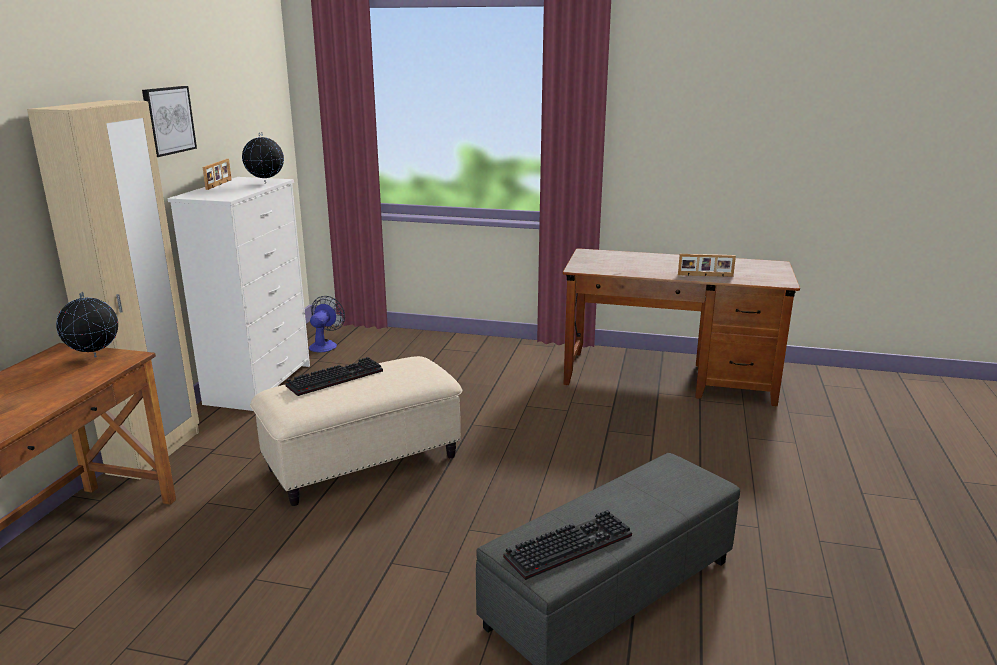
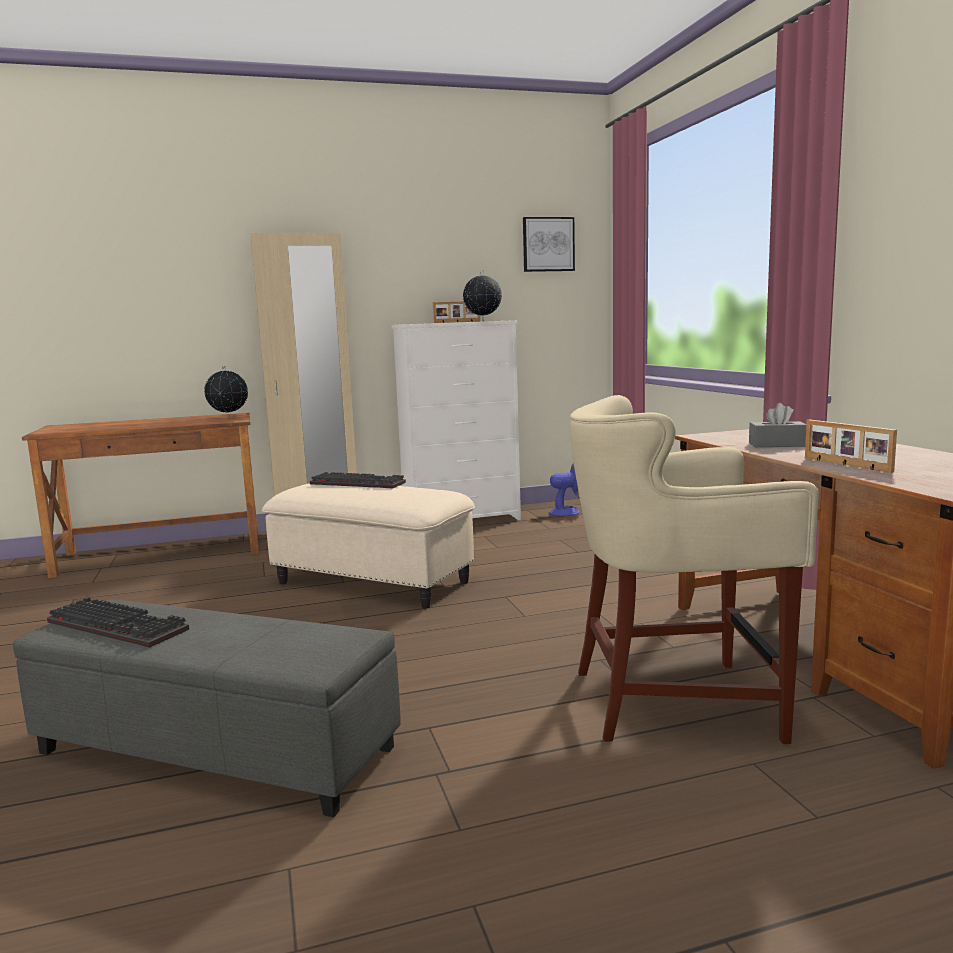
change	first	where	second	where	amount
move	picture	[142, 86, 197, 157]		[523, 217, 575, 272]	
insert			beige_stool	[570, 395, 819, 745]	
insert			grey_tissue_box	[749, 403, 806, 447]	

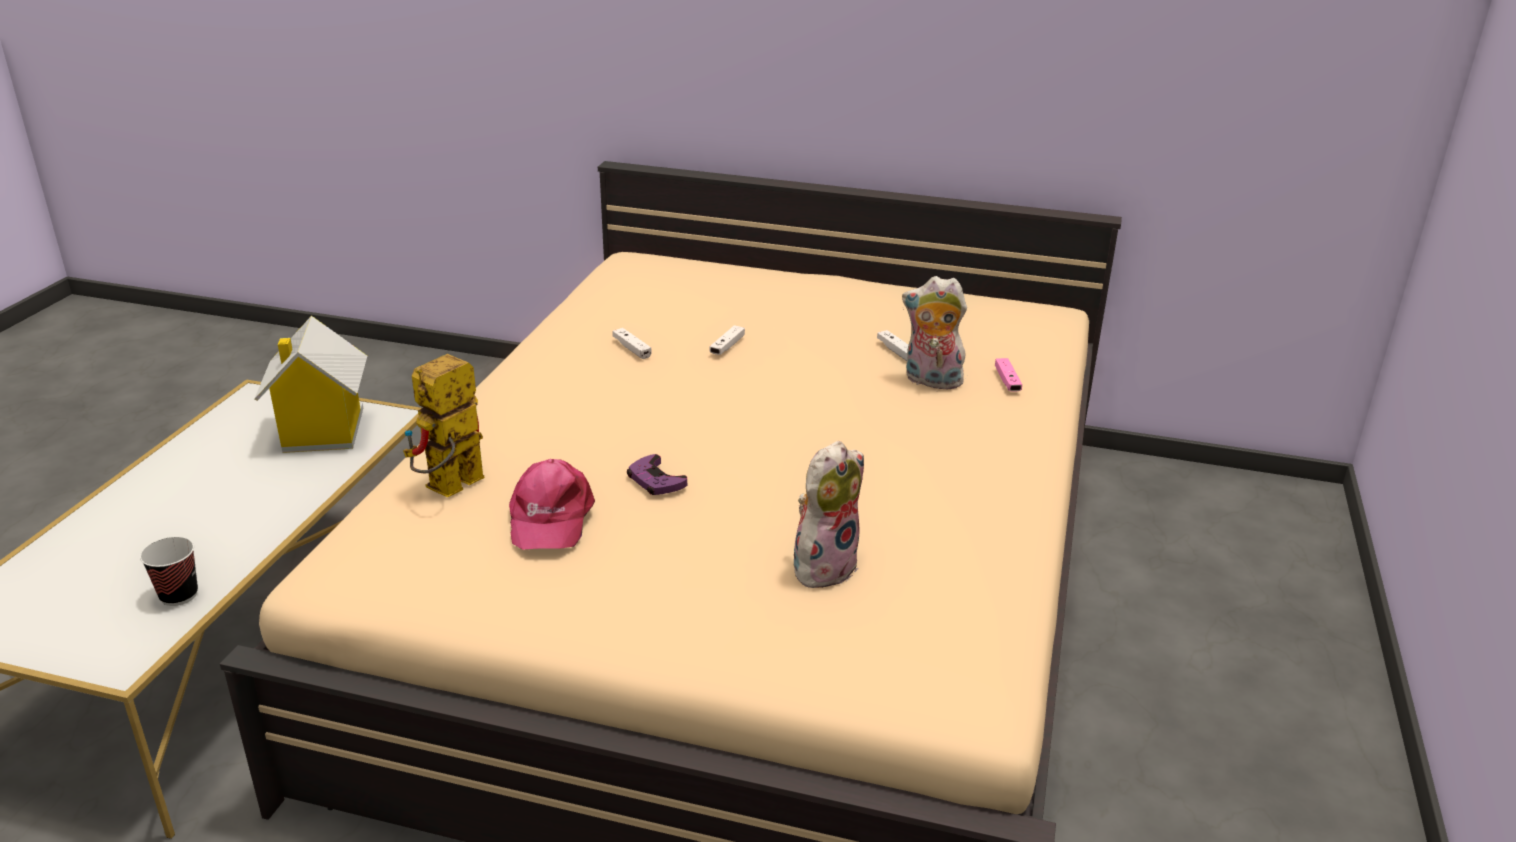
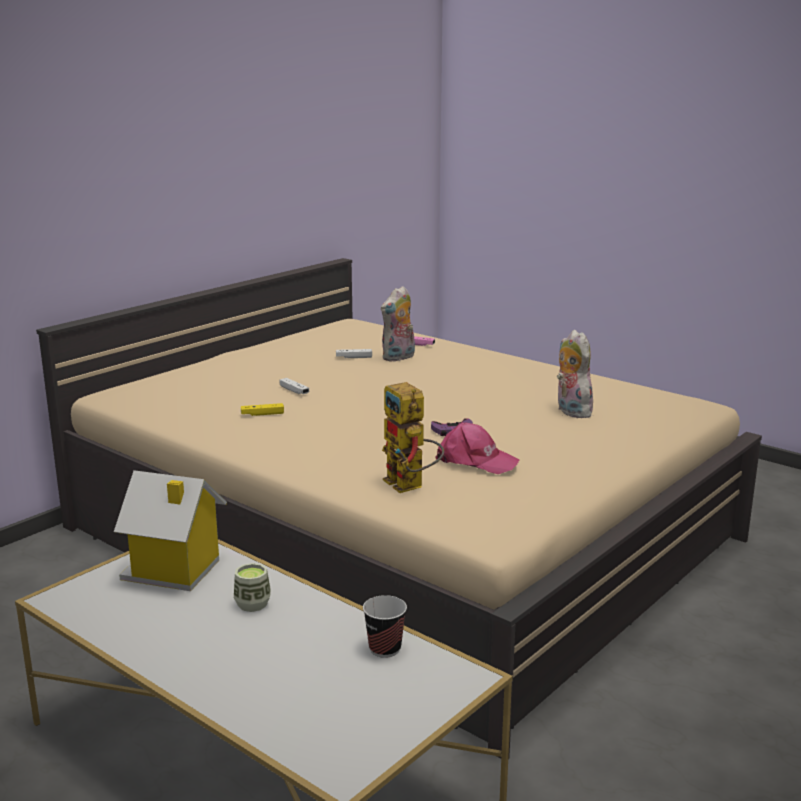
change	first	where	second	where	amount
recolor	white_game_controller	[613, 328, 651, 359]	yellow_game_controller	[241, 403, 284, 416]	
insert			cup	[234, 563, 271, 612]	

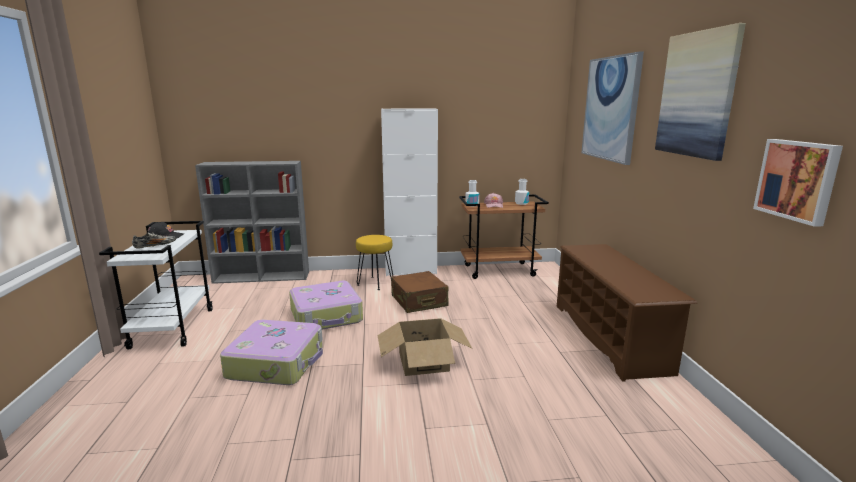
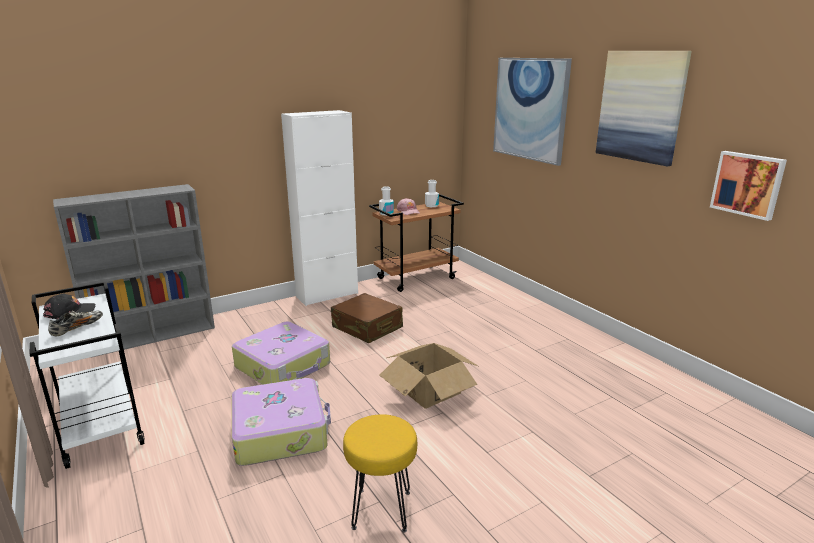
change	first	where	second	where	amount
move	yellow_stool	[356, 235, 393, 290]		[343, 414, 417, 533]	
delete	brown_shoe_rack	[557, 244, 697, 382]			

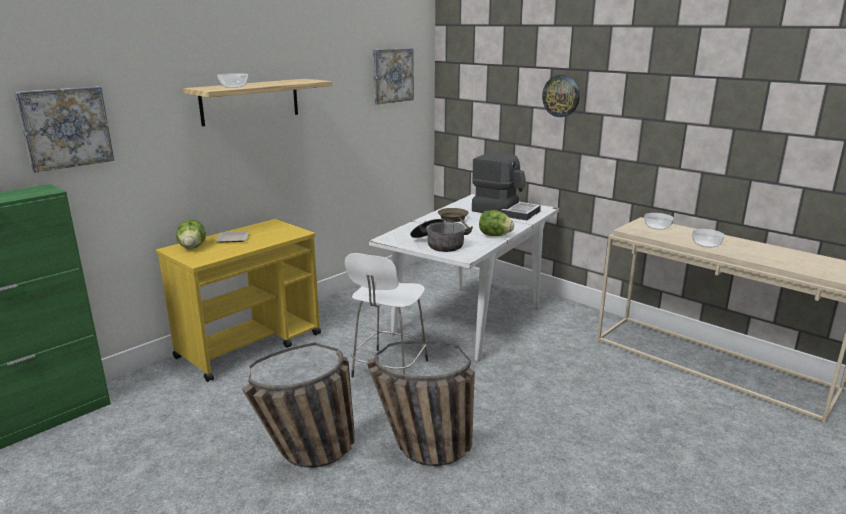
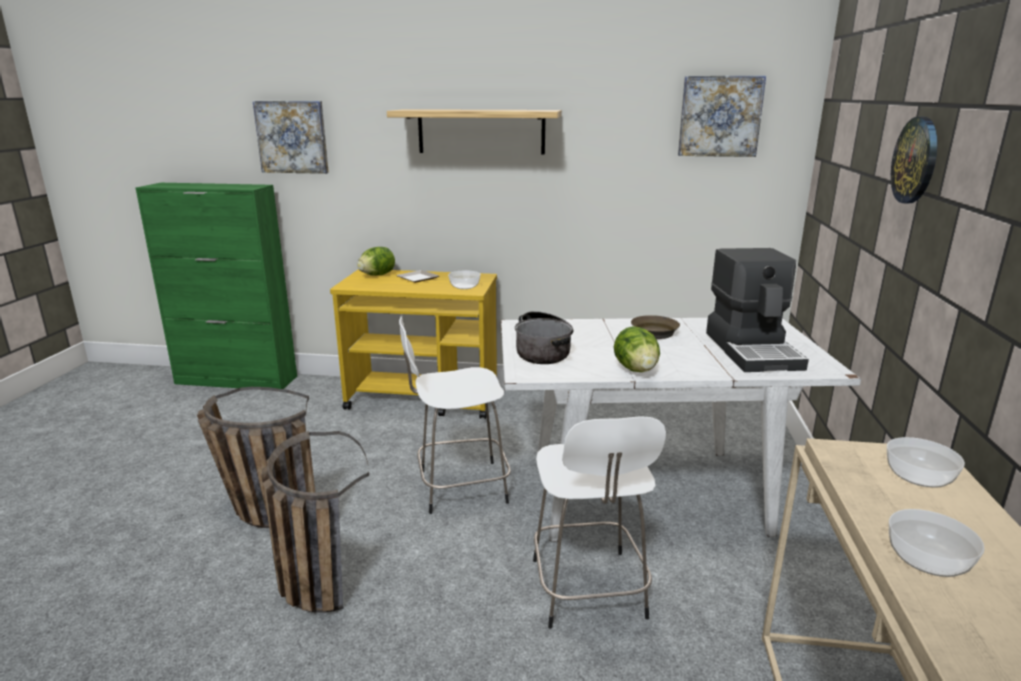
change	first	where	second	where	amount
move	bowl	[217, 73, 248, 88]		[448, 270, 481, 289]	
insert			white_stool	[533, 416, 666, 629]	

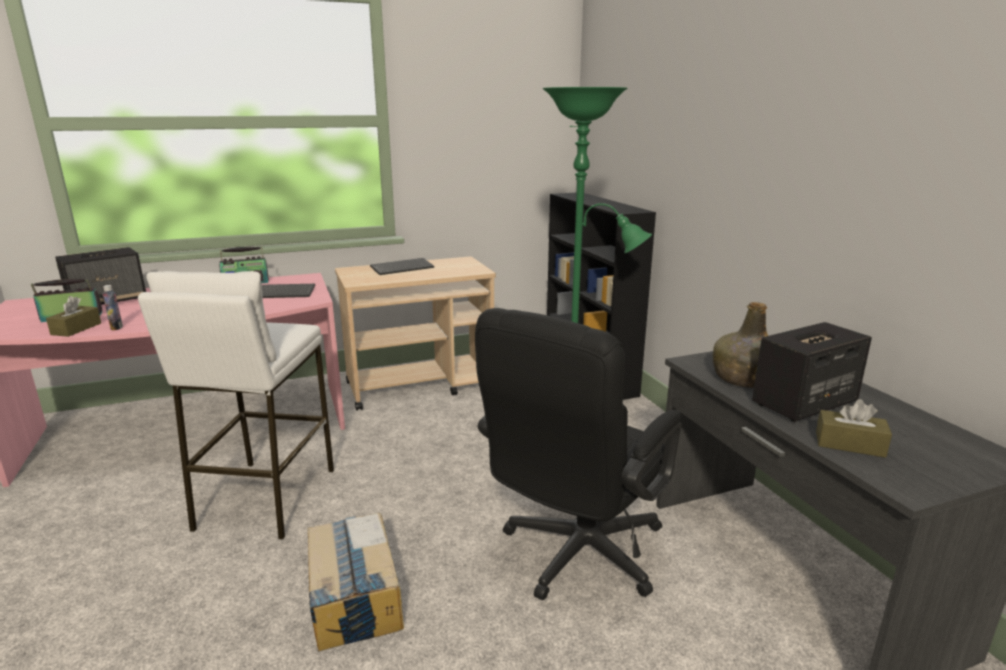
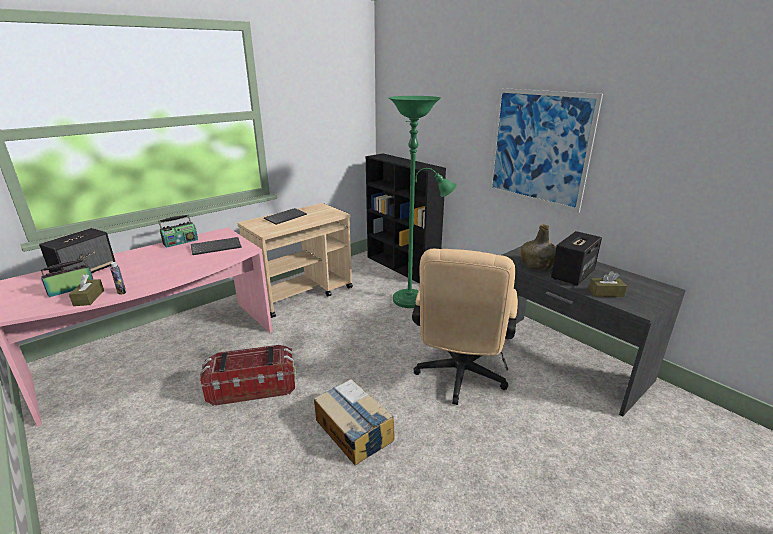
change	first	where	second	where	amount
replace	white_stool	[138, 271, 334, 540]	storage_box	[200, 345, 296, 406]	
recolor	black_office_chair	[475, 308, 682, 600]	beige_office_chair	[412, 249, 518, 405]	
insert			picture	[489, 88, 603, 213]	

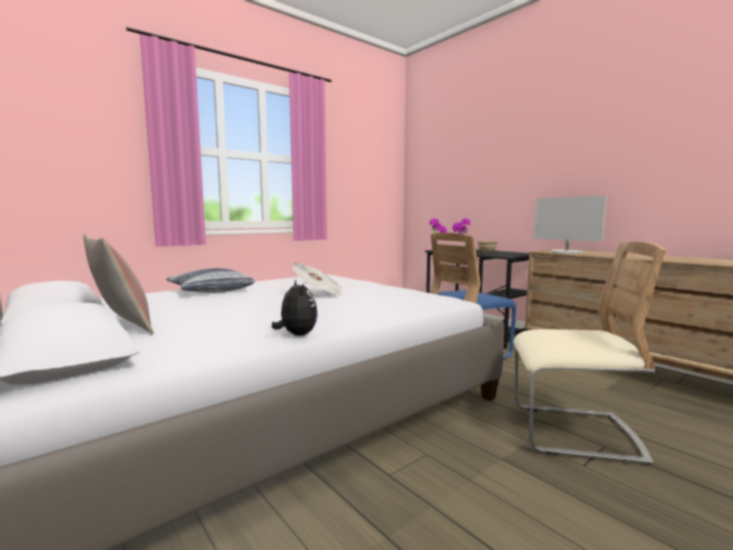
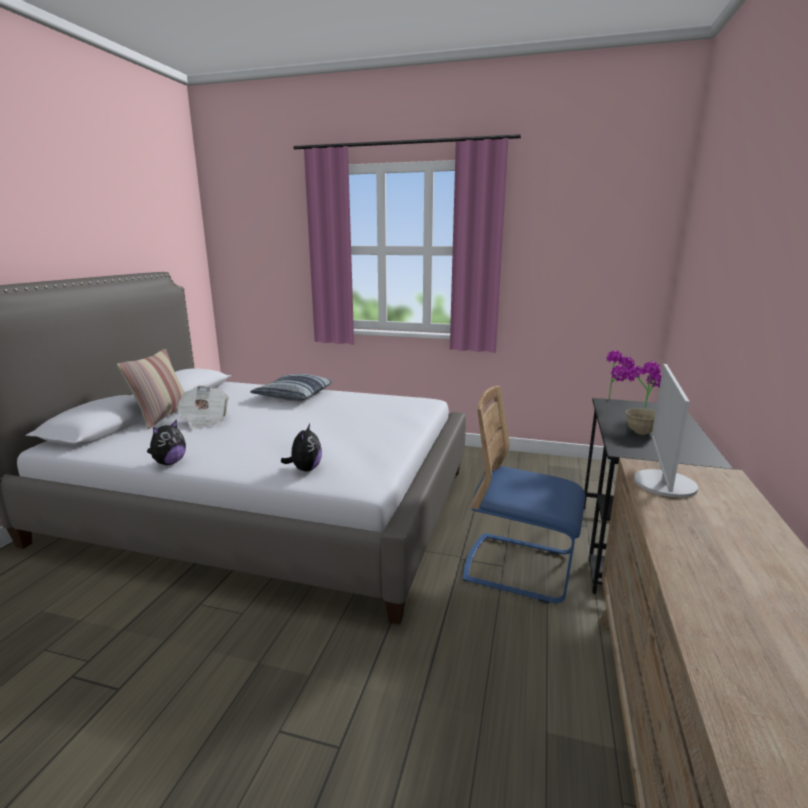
change	first	where	second	where	amount
delete	beige_chair	[513, 242, 666, 465]			
move	newspaper	[292, 262, 342, 296]		[176, 385, 229, 430]	
insert			plush_toy	[281, 424, 322, 471]	

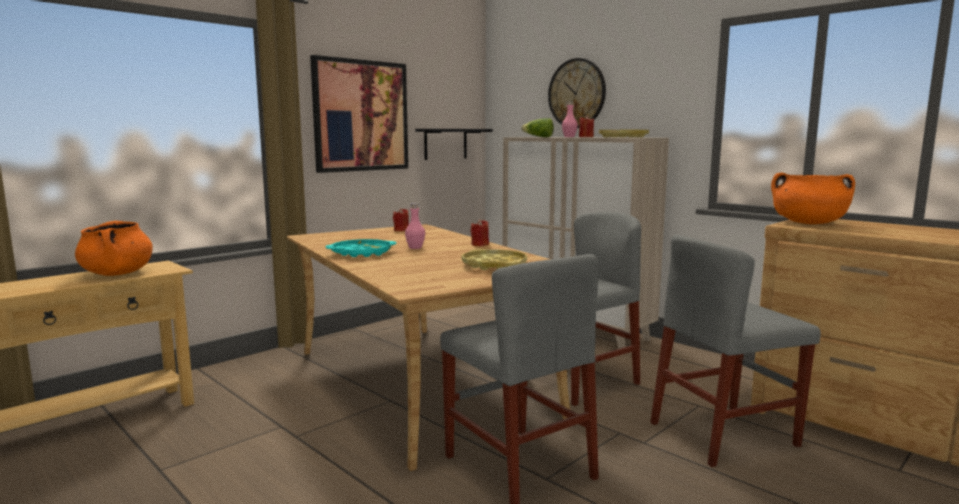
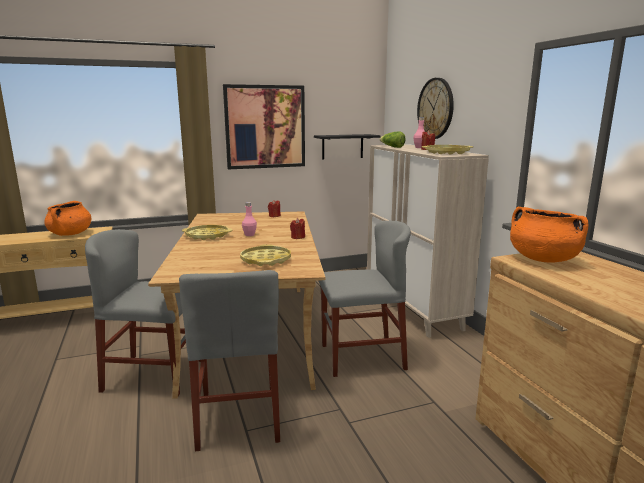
change	first	where	second	where	amount
move	grey_chair	[650, 235, 821, 467]		[85, 229, 201, 396]	
recolor	turquoise_tray	[326, 239, 397, 257]	yellow_tray	[182, 225, 232, 240]	

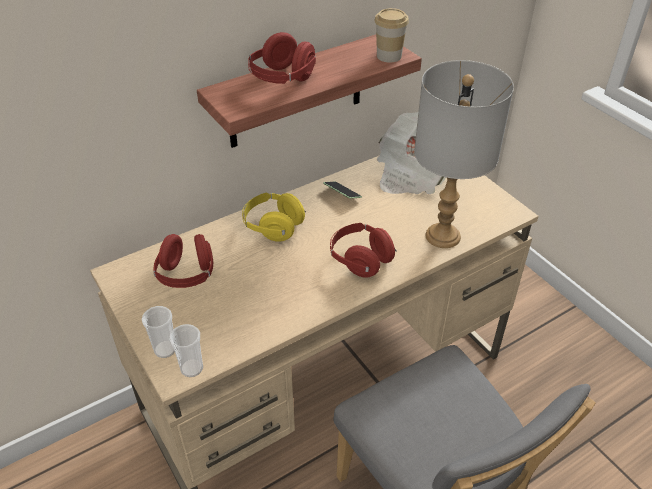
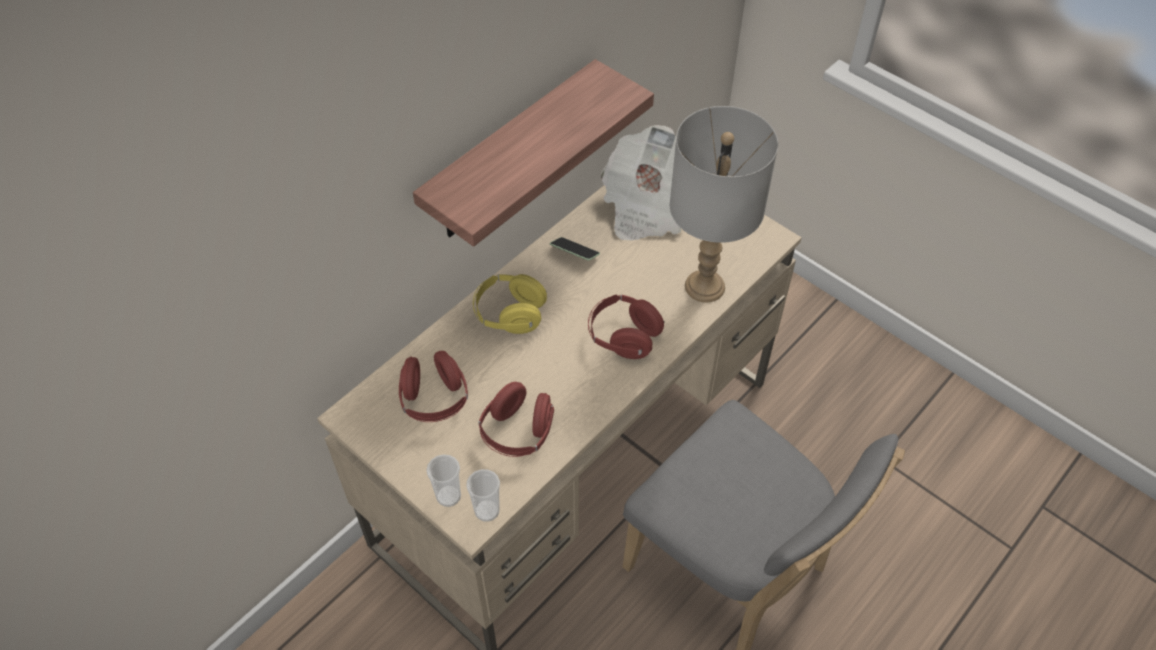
change	first	where	second	where	amount
delete	cup	[374, 8, 409, 62]			
move	red_headphones	[248, 32, 316, 84]		[478, 382, 554, 457]	

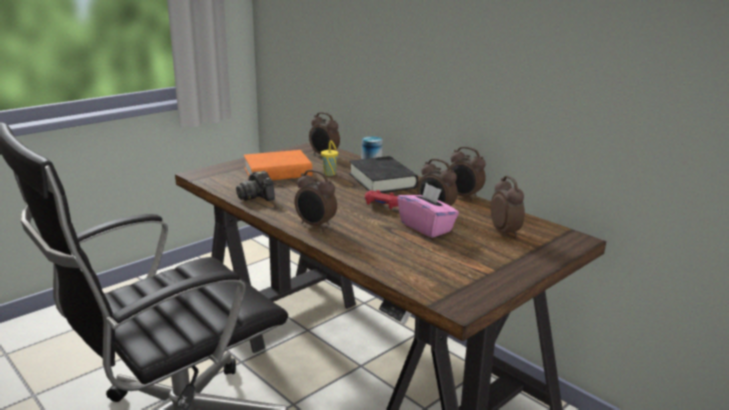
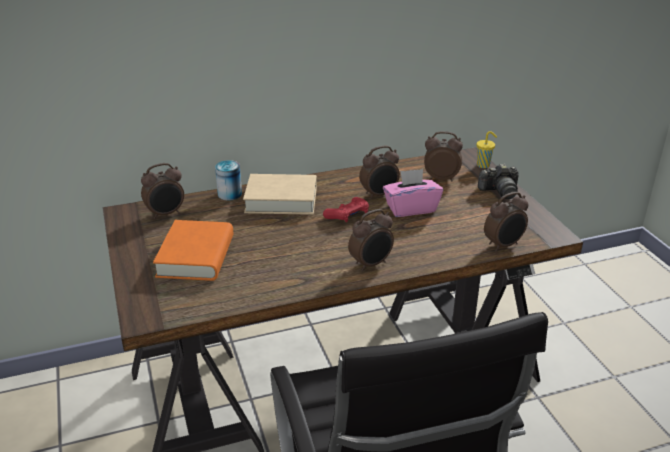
change	first	where	second	where	amount
move	yellow_cup	[321, 140, 338, 176]		[477, 131, 497, 168]	
move	alarm_clock	[450, 146, 486, 201]		[484, 192, 528, 251]	
recolor	black_book	[349, 156, 418, 193]	beige_book	[243, 174, 317, 215]	
move	photo_camera	[236, 171, 275, 201]		[478, 164, 519, 199]	

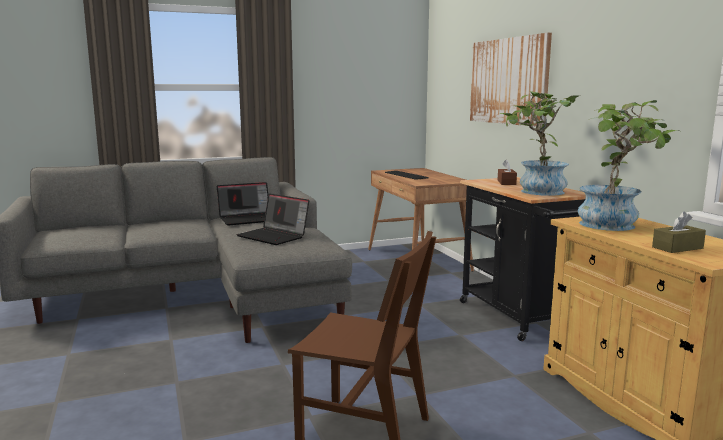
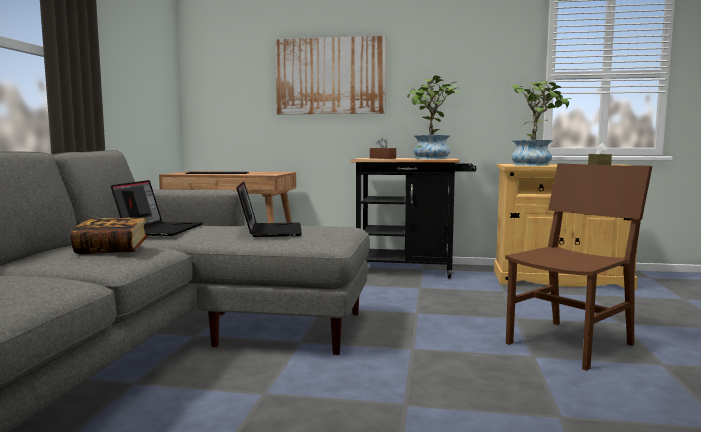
change	first	where	second	where	amount
rotate	laptop	[237, 193, 309, 245]		[236, 181, 302, 237]	75 degrees counterclockwise
insert			book	[70, 218, 148, 254]	

